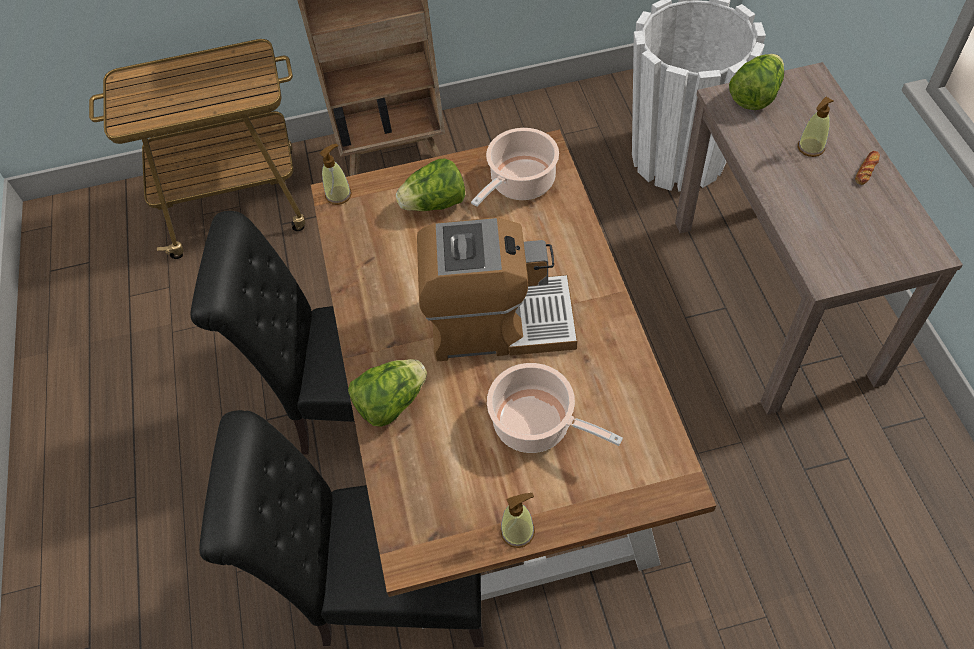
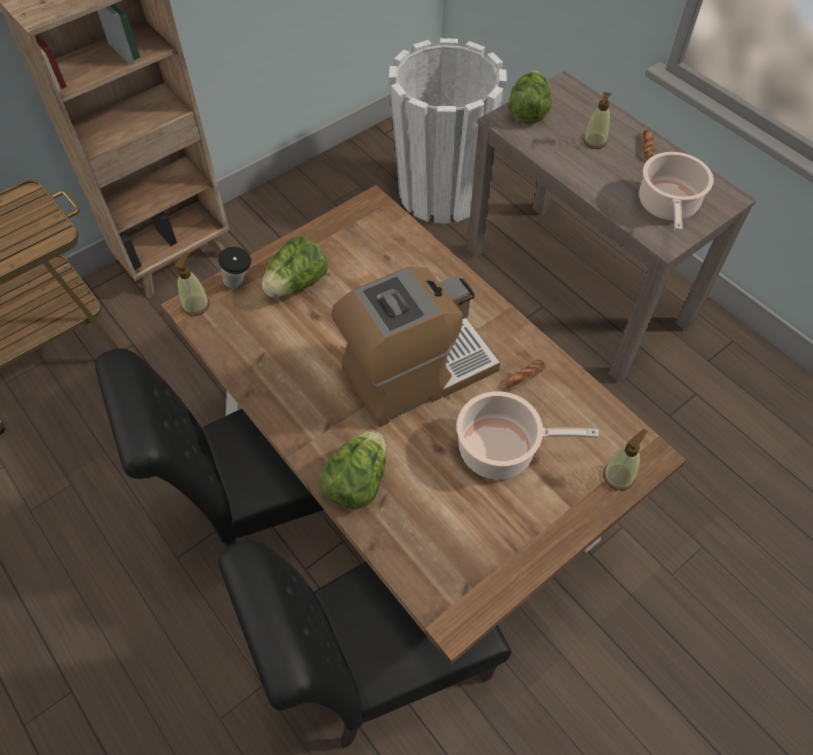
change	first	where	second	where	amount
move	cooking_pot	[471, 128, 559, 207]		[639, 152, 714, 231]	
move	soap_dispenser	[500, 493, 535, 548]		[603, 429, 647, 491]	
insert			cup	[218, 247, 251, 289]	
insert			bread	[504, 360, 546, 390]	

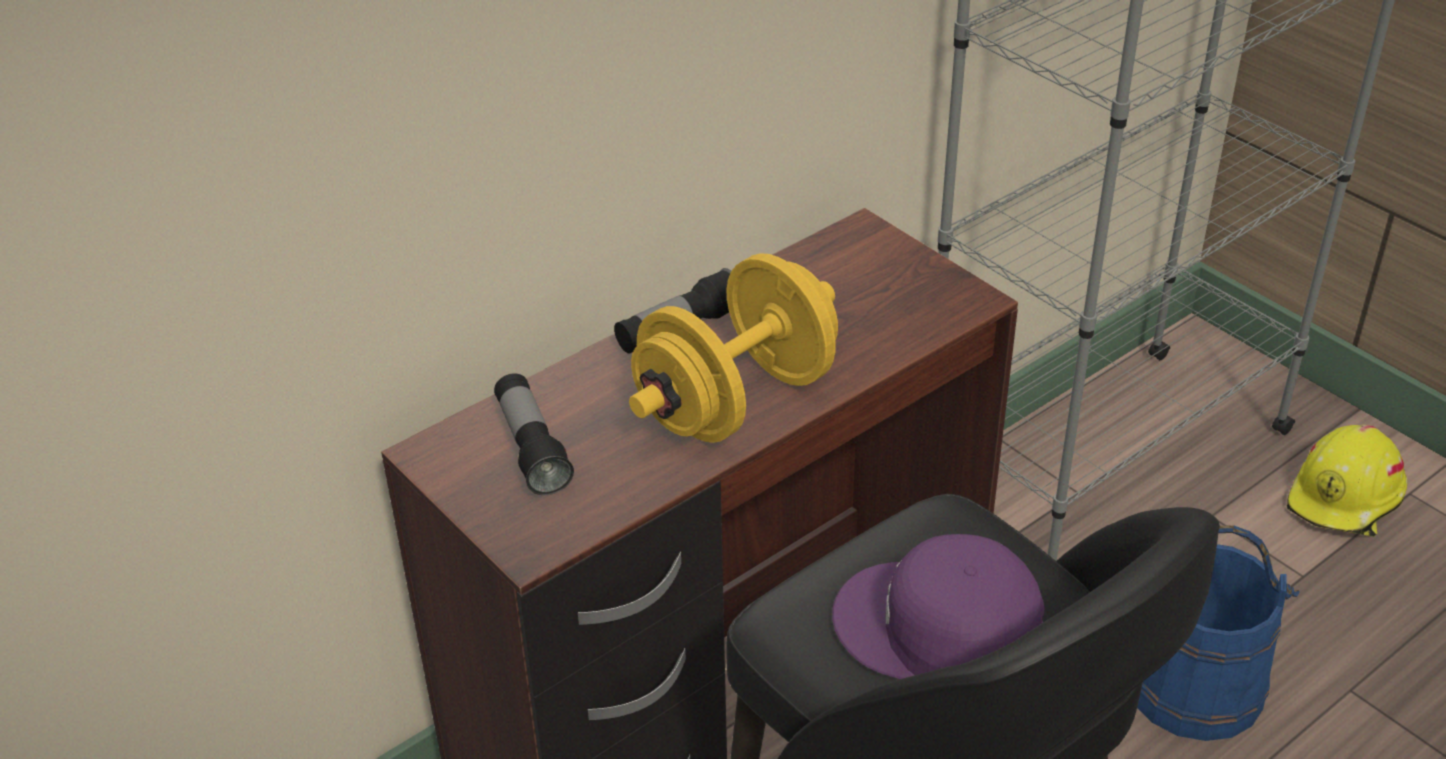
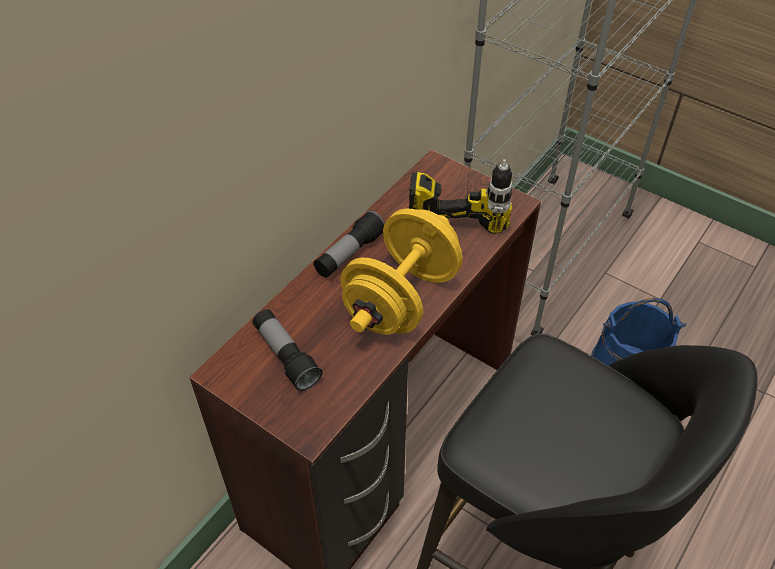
change	first	where	second	where	amount
delete	yellow_hard_hat	[1287, 425, 1407, 537]			
delete	purple_cap	[832, 534, 1045, 679]			
insert			power_drill	[409, 159, 512, 234]	

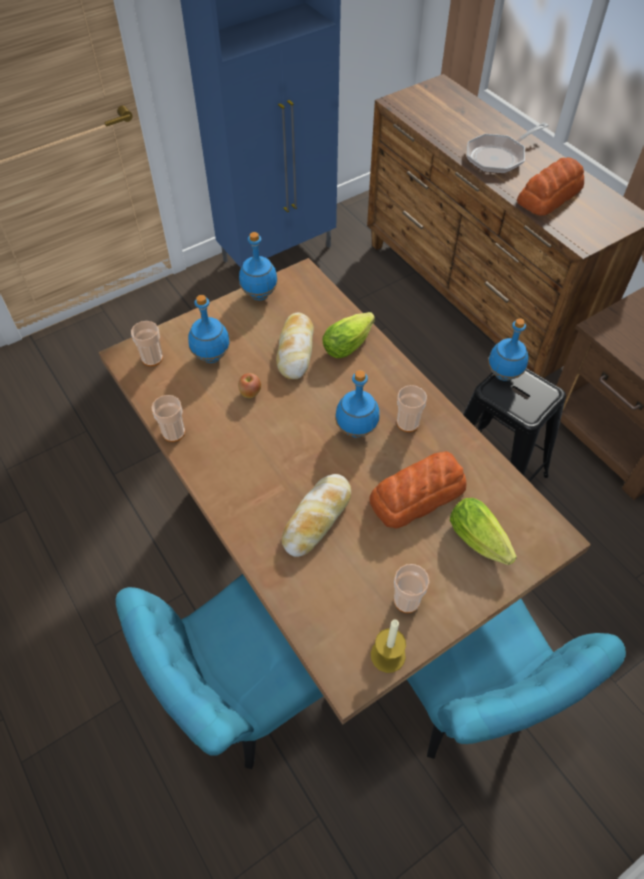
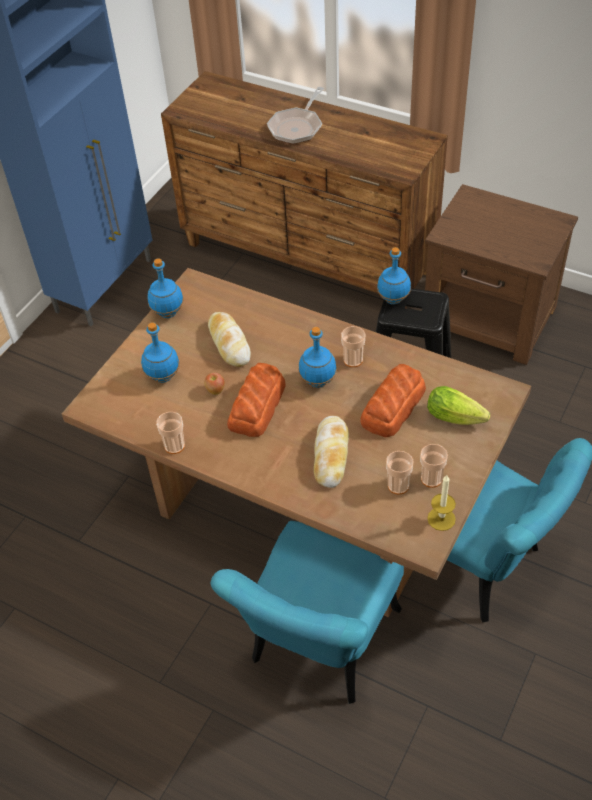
change	first	where	second	where	amount
move	bread	[517, 157, 584, 216]		[227, 363, 286, 437]	
delete	lettuce	[322, 312, 375, 358]			
move	cup	[131, 321, 163, 366]		[386, 451, 414, 495]	

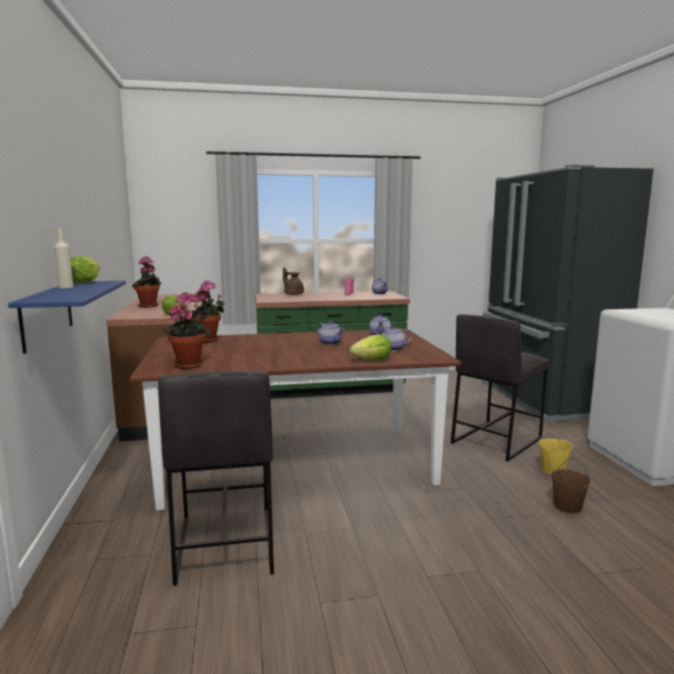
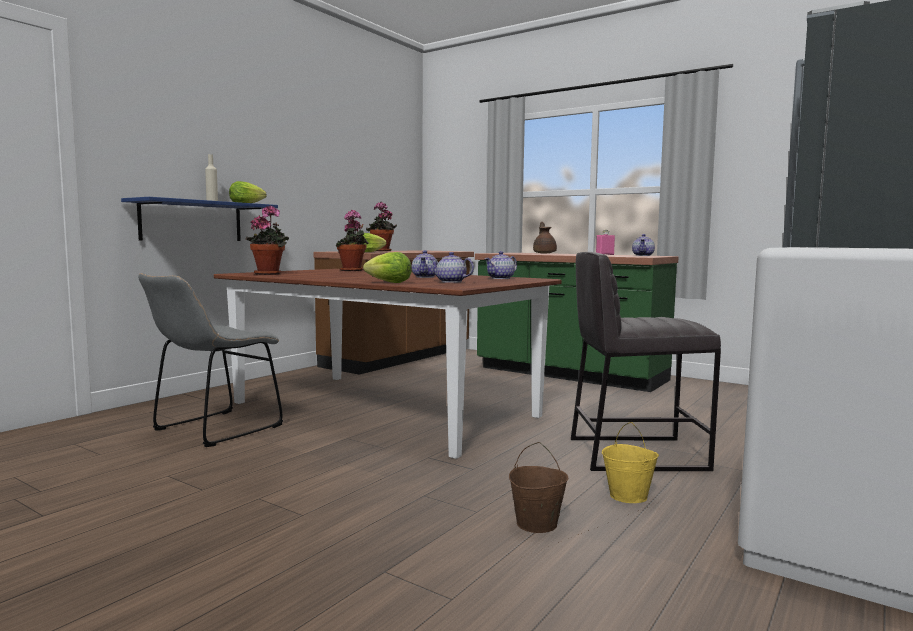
change	first	where	second	where	amount
replace	grey_stool	[158, 371, 274, 586]	grey_chair	[138, 273, 283, 447]	

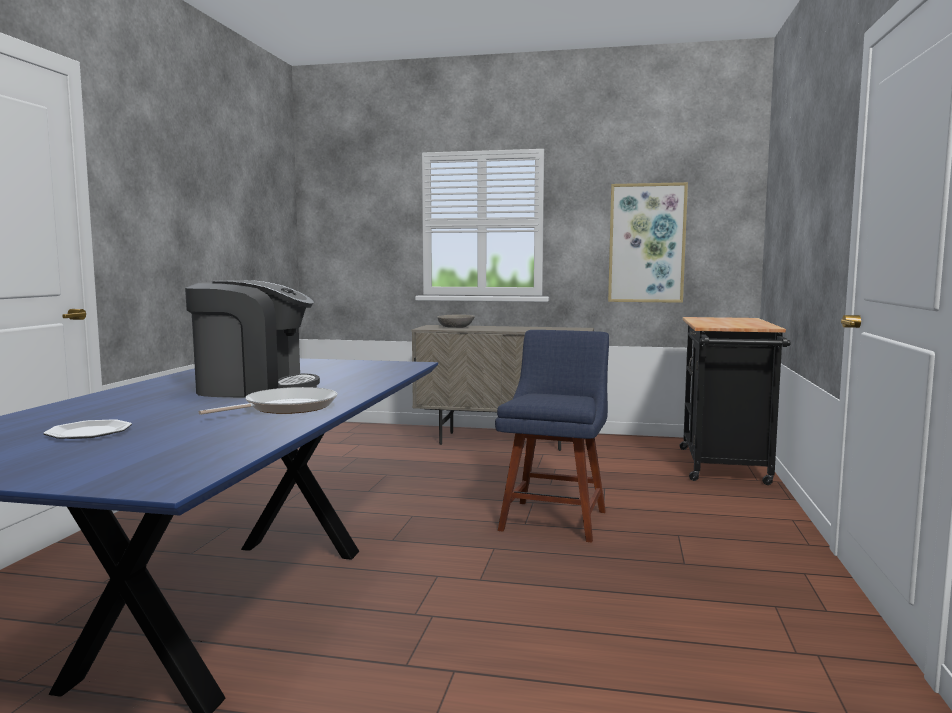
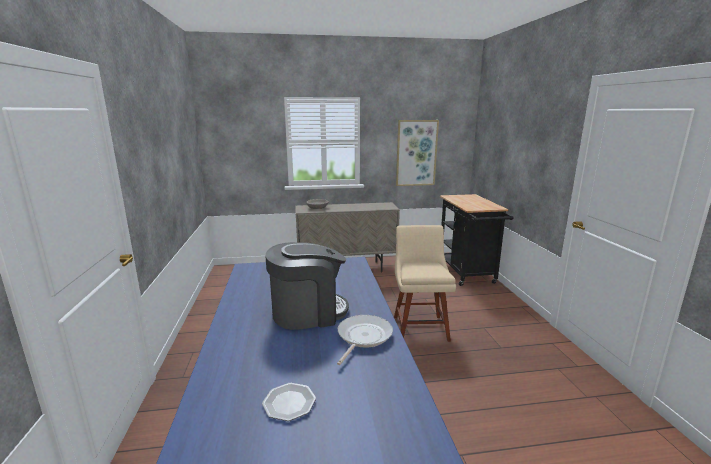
change	first	where	second	where	amount
recolor	blue_chair	[495, 330, 609, 543]	beige_chair	[394, 225, 456, 342]	

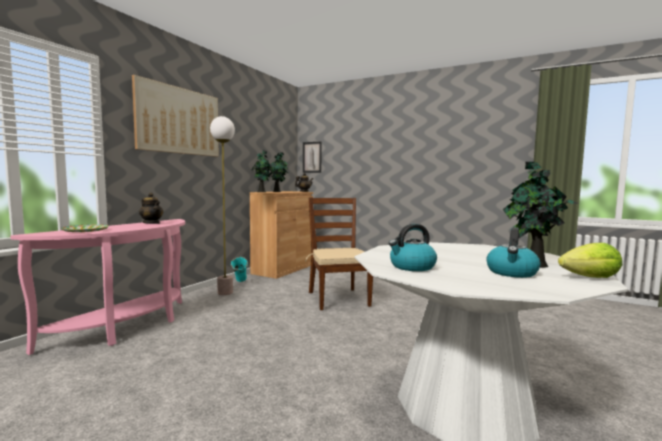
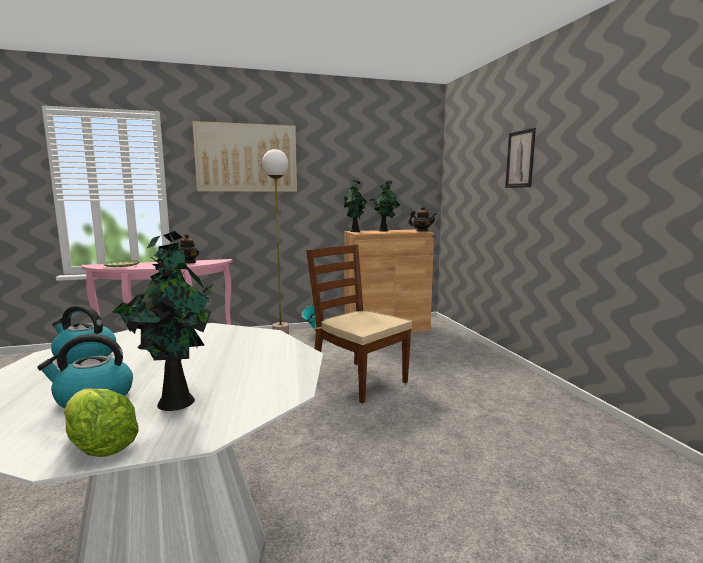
change	first	where	second	where	amount
move	picture	[303, 142, 322, 173]		[505, 128, 536, 188]	
rotate	brown_chair	[305, 197, 373, 310]		[306, 244, 412, 403]	75 degrees counterclockwise

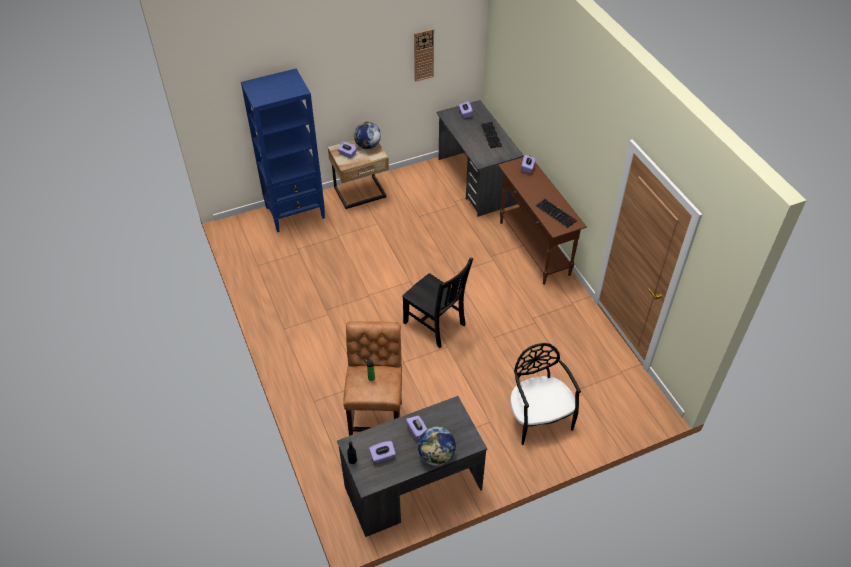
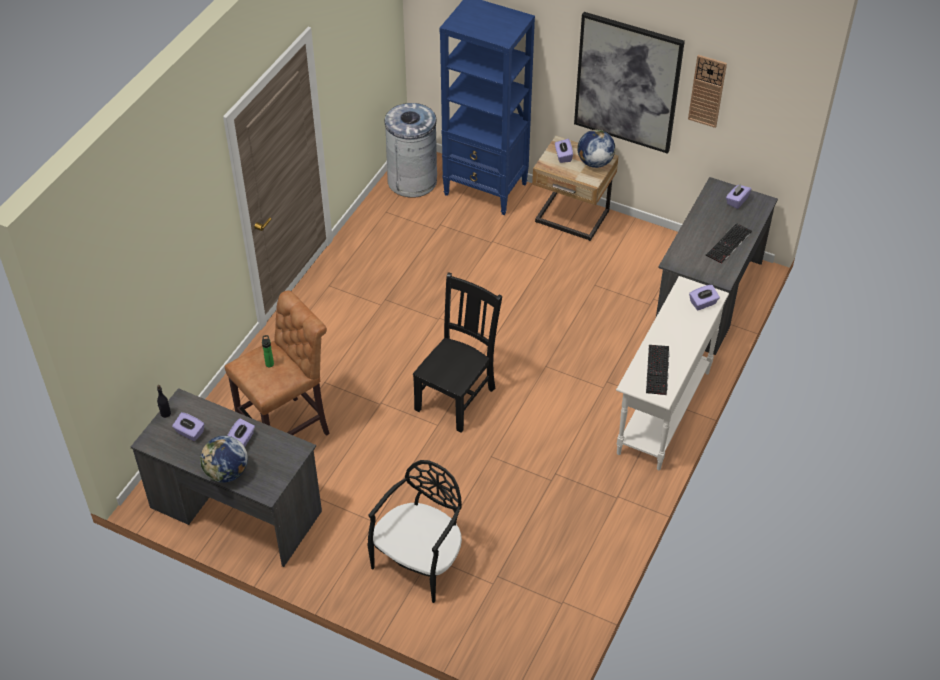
change	first	where	second	where	amount
recolor	brown_console_table	[498, 155, 587, 285]	white_console_table	[616, 276, 729, 470]	
rotate	black_chair	[402, 258, 474, 348]		[413, 272, 502, 433]	150 degrees counterclockwise
insert			picture	[574, 12, 685, 154]	
insert			grey_trash_can	[385, 103, 437, 197]	

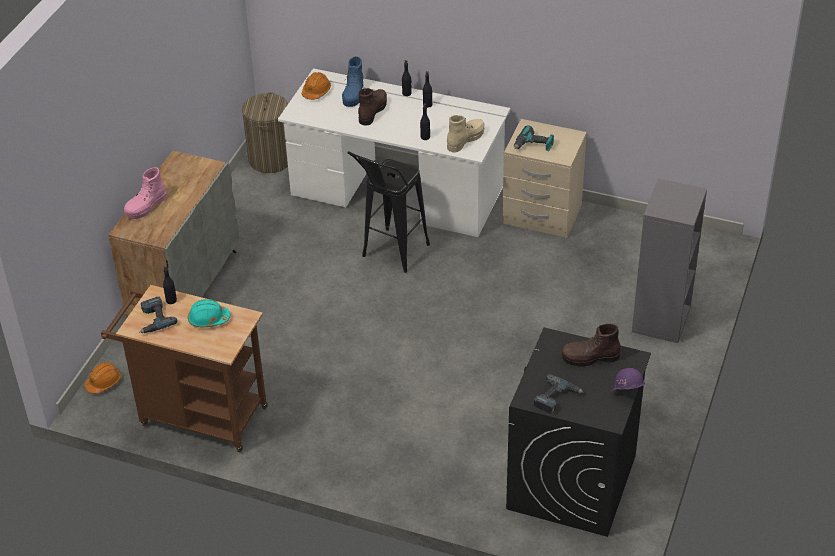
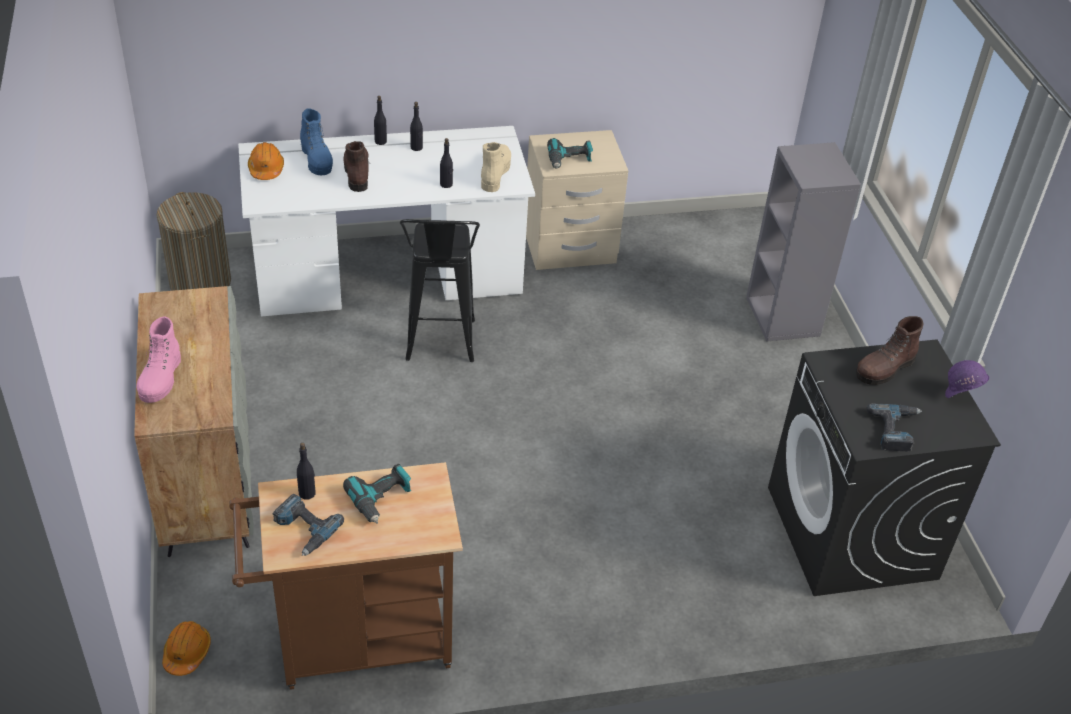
change	first	where	second	where	amount
replace	turquoise_hard_hat	[188, 299, 230, 327]	power_drill	[343, 463, 411, 524]	

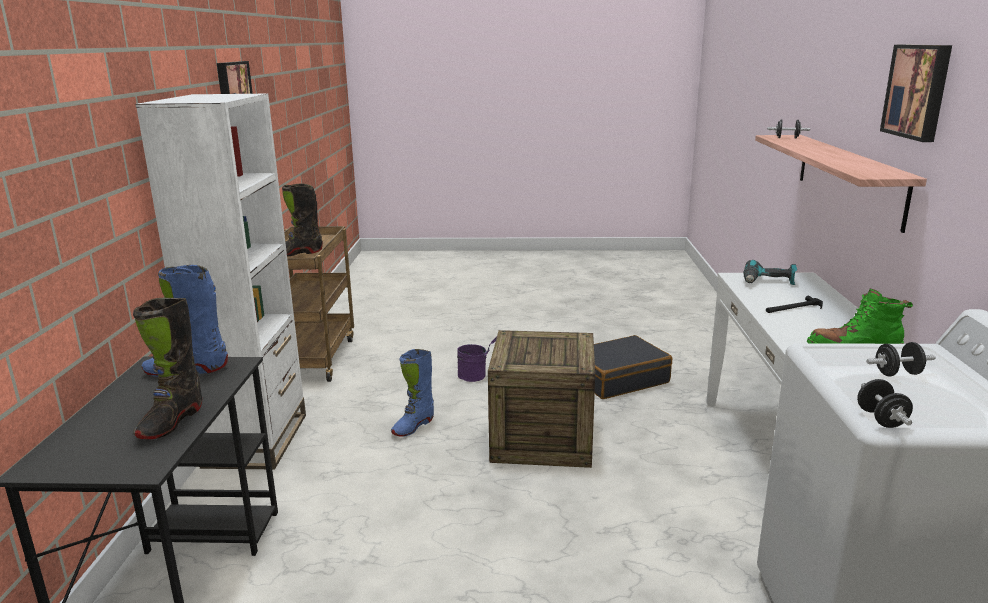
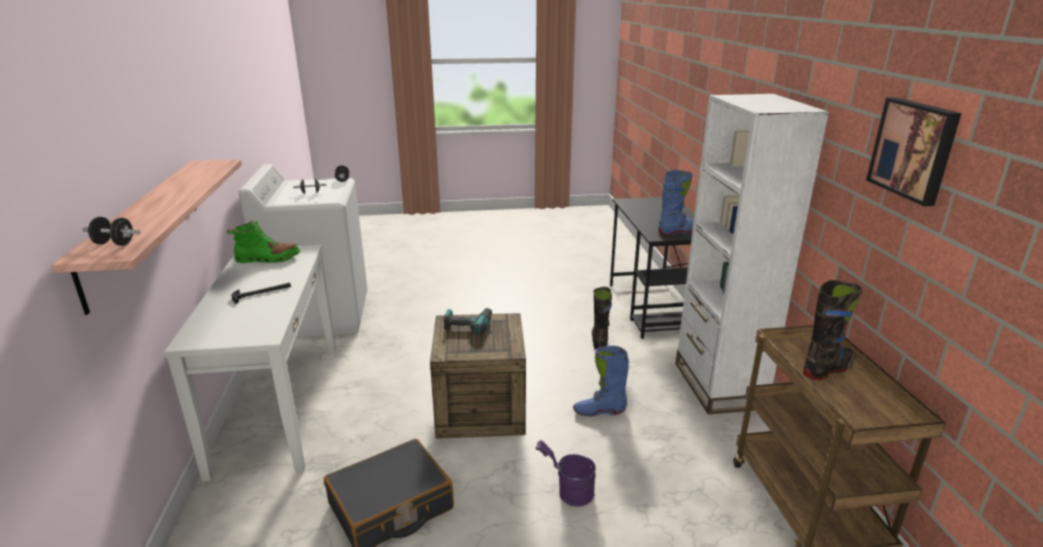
change	first	where	second	where	amount
delete	picture	[880, 45, 952, 142]			
move	power_drill	[743, 260, 797, 285]		[444, 308, 492, 335]	
move	black_boot	[133, 298, 202, 439]		[592, 287, 612, 350]	
rotate	blue_boot	[391, 349, 434, 437]		[573, 346, 629, 417]	120 degrees counterclockwise

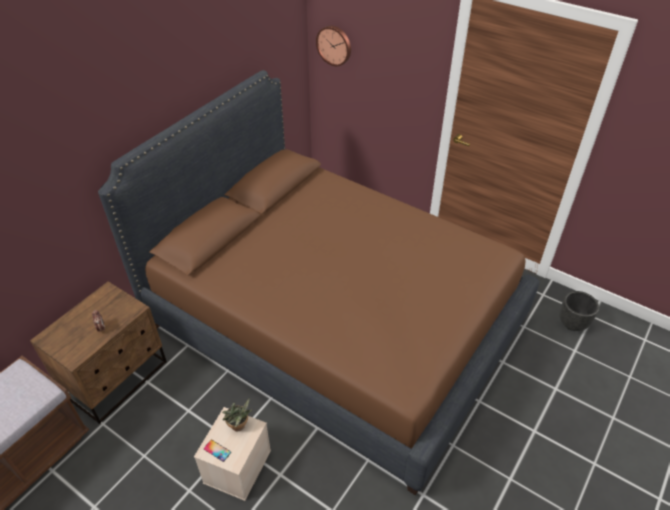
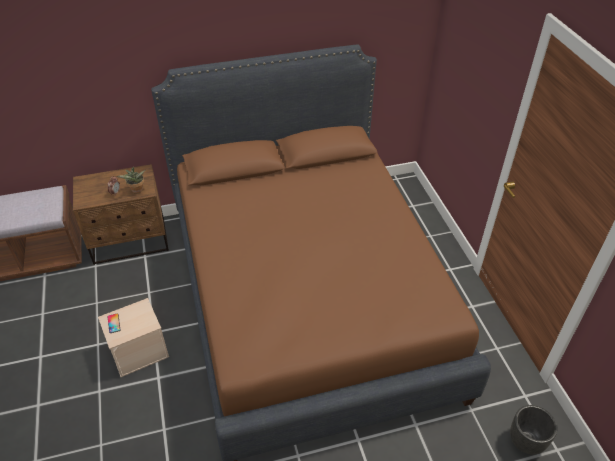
change	first	where	second	where	amount
delete	wall_clock	[316, 25, 351, 66]			
move	potted_plant	[222, 397, 252, 431]		[116, 166, 145, 194]	

